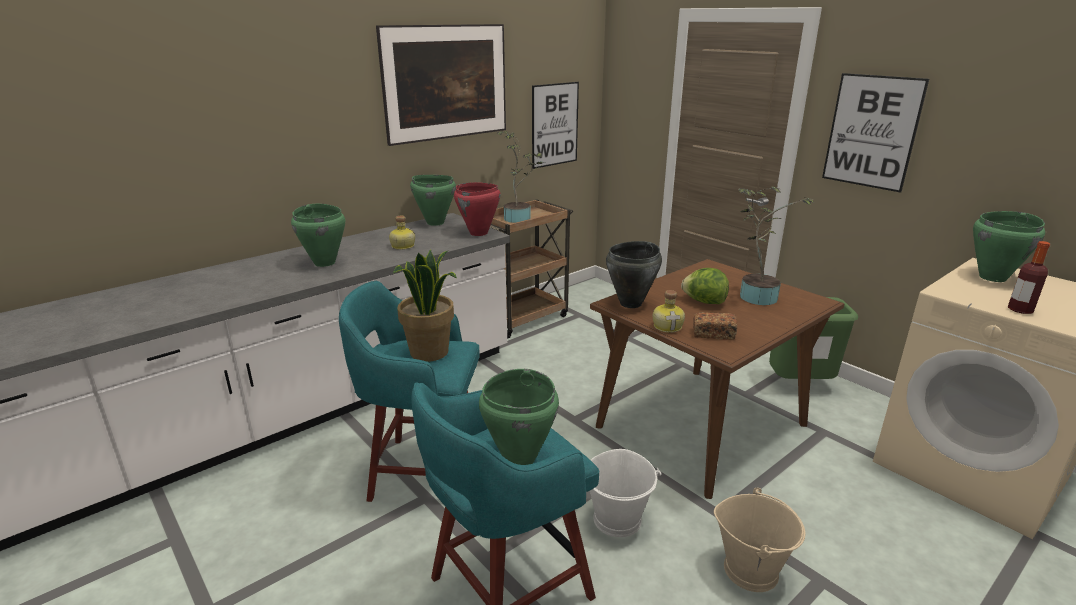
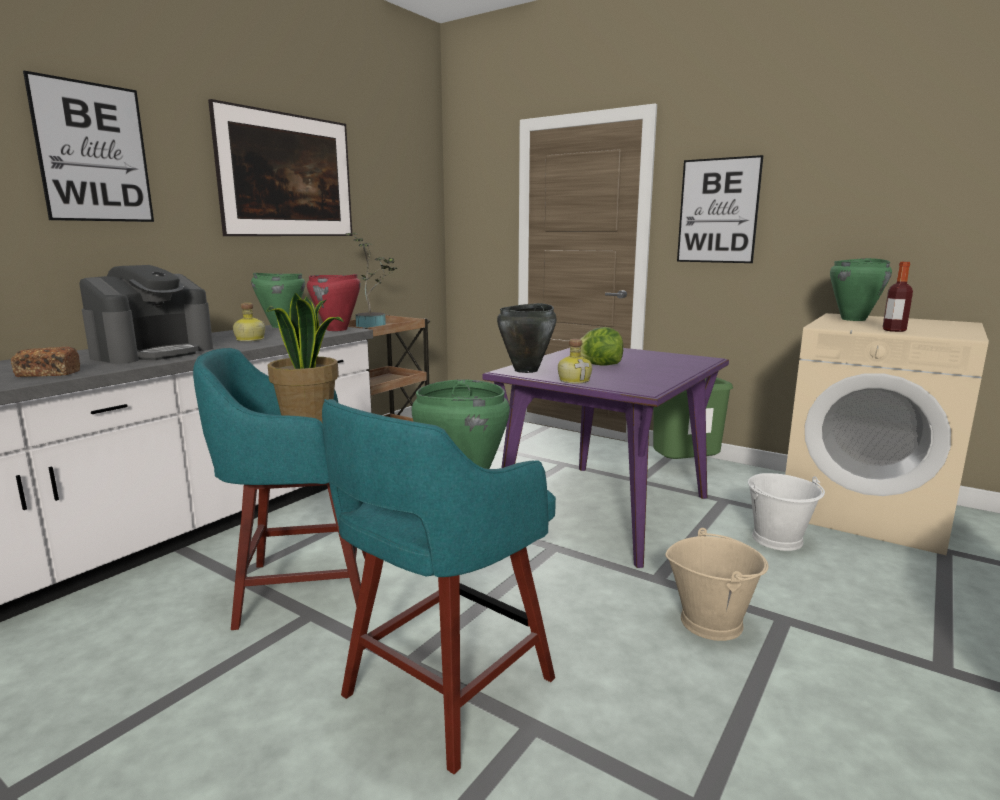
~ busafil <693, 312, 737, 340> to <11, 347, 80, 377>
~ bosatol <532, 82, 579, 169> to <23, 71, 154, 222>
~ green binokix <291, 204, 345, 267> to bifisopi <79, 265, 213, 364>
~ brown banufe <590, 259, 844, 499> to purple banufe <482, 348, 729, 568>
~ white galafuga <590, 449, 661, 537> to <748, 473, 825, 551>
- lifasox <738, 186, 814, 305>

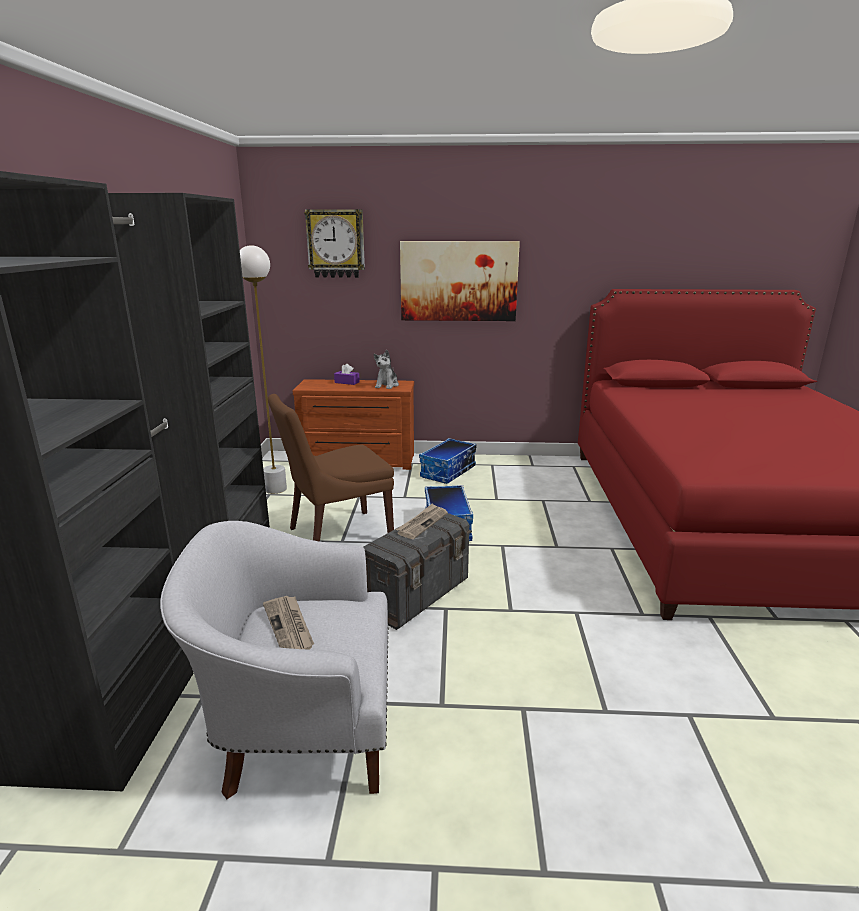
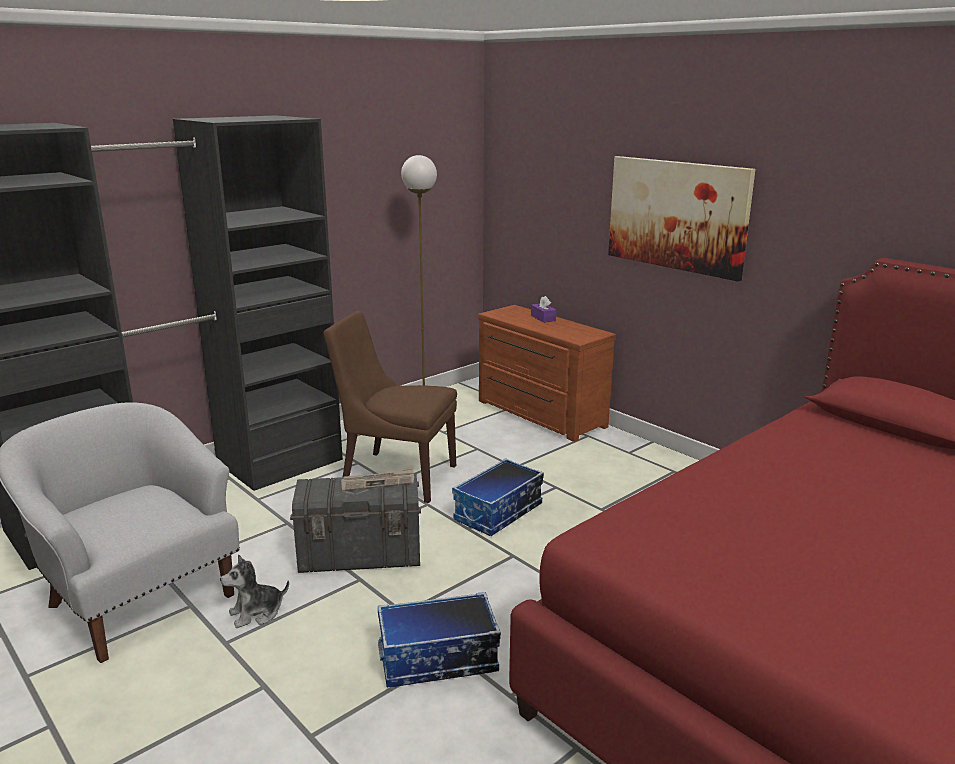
~ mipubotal <374, 350, 399, 389> to <220, 554, 289, 628>
~ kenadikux <419, 438, 476, 484> to <378, 592, 501, 688>
- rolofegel <263, 596, 314, 650>
- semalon <304, 209, 365, 278>

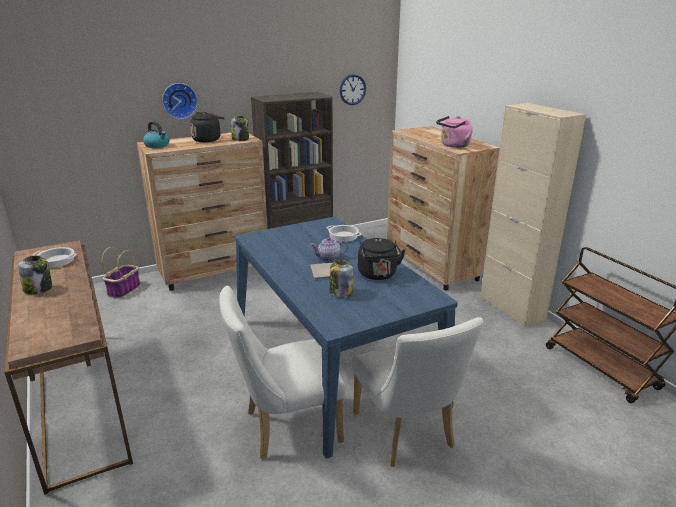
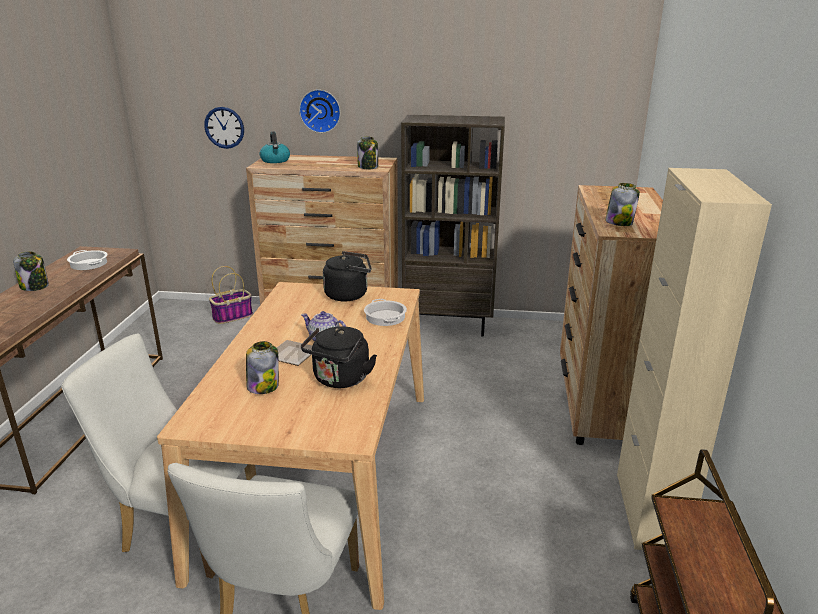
~ blue banufe <234, 217, 458, 458> to beige banufe <157, 282, 424, 610>
~ semalon <340, 74, 366, 105> to <204, 107, 244, 149>
~ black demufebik <190, 112, 225, 142> to <323, 251, 371, 301>
~ pink demufebik <436, 116, 473, 148> to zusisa <605, 183, 640, 226>

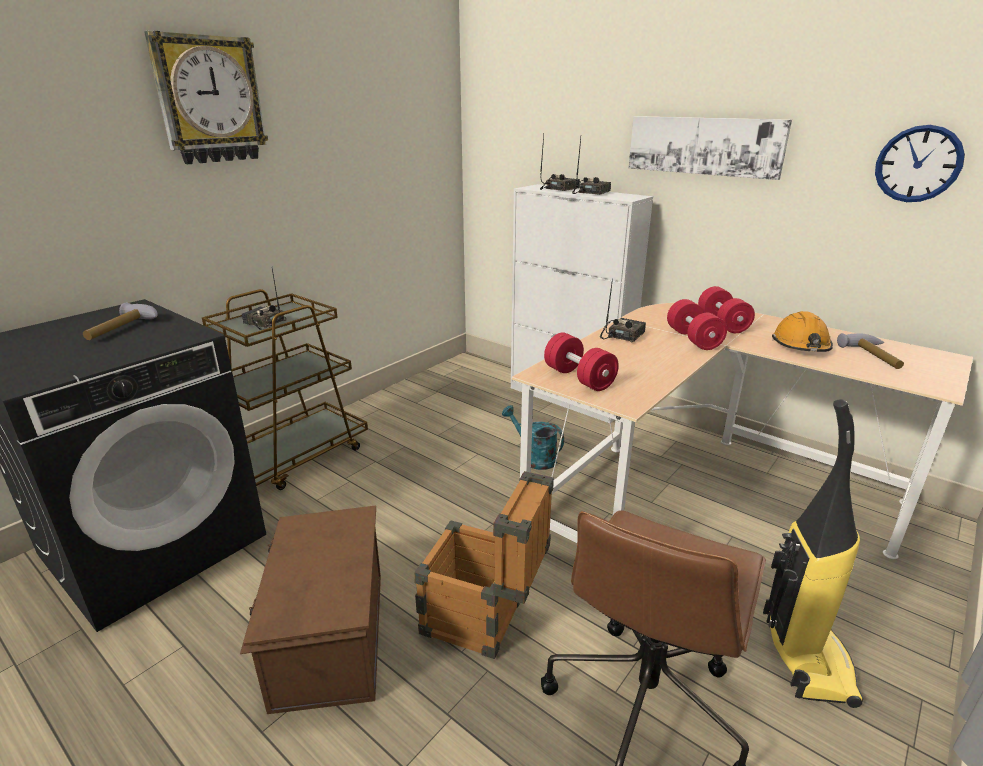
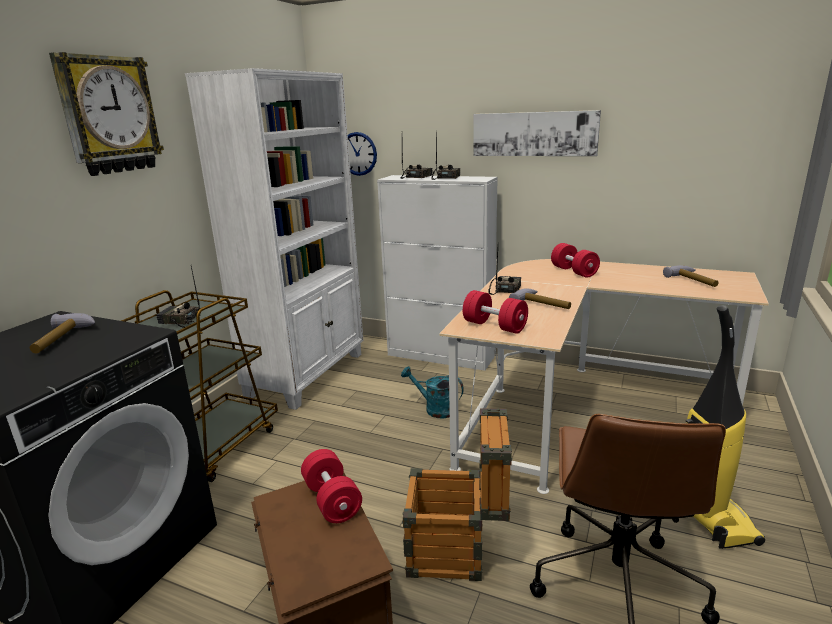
+ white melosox <185, 68, 363, 410>
~ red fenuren <667, 299, 727, 350> to <301, 449, 362, 523>
~ semalon <875, 125, 965, 202> to <348, 132, 377, 176>
+ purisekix <509, 288, 571, 309>
- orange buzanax <772, 311, 833, 352>

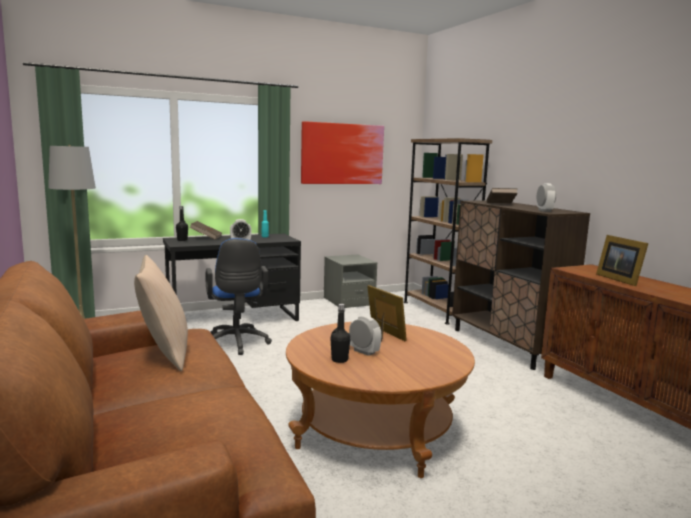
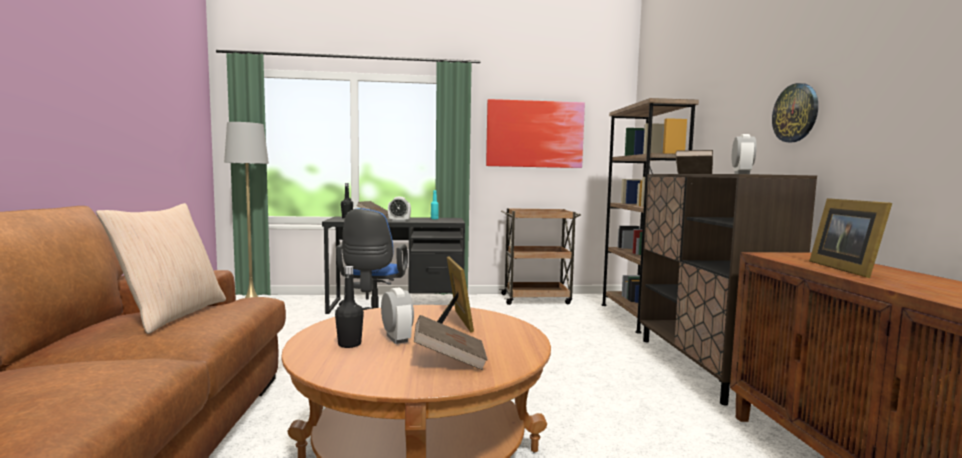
+ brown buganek <414, 315, 488, 370>
~ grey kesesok <324, 255, 378, 308> to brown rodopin <499, 208, 581, 305>
+ semalon <772, 83, 818, 142>

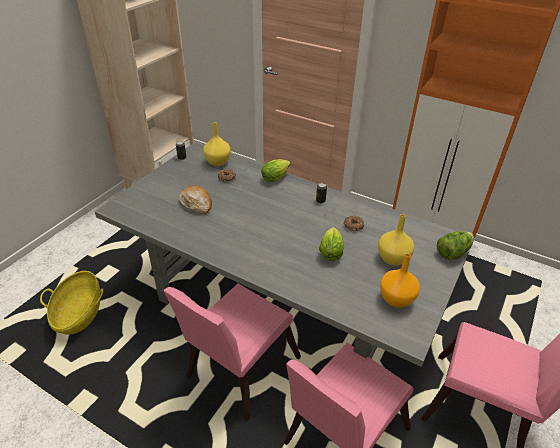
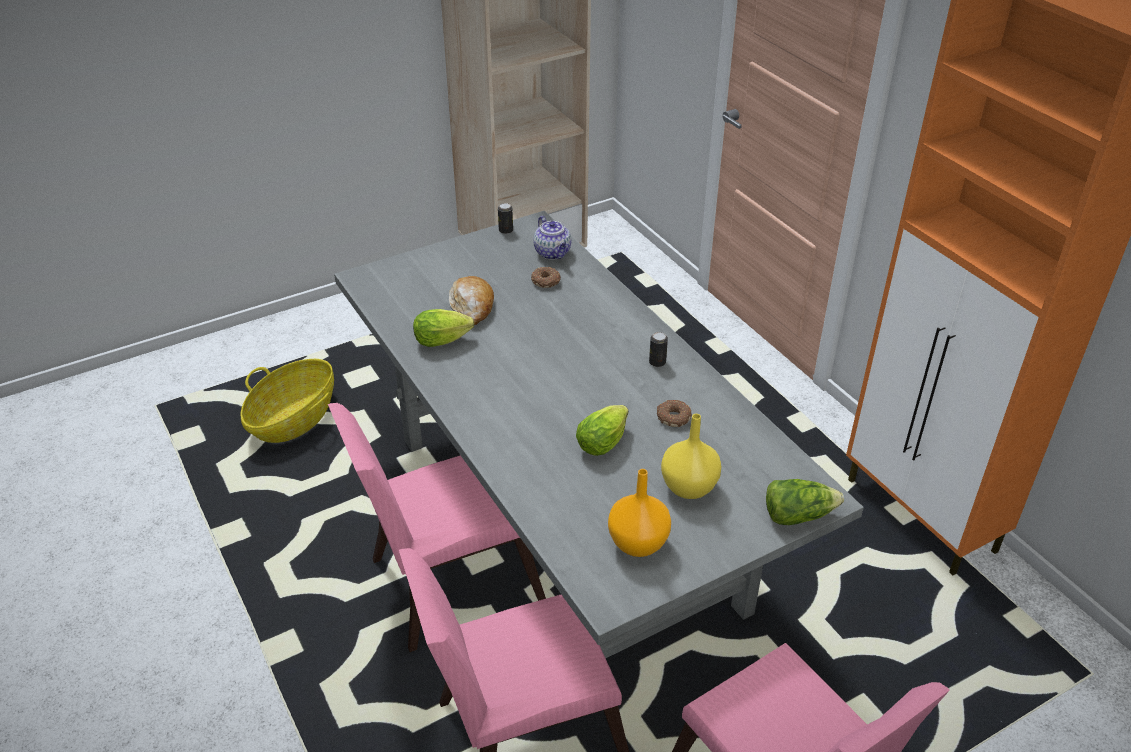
~ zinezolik <261, 159, 291, 182> to <413, 309, 474, 347>
~ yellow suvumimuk <203, 122, 231, 166> to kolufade <533, 216, 571, 260>

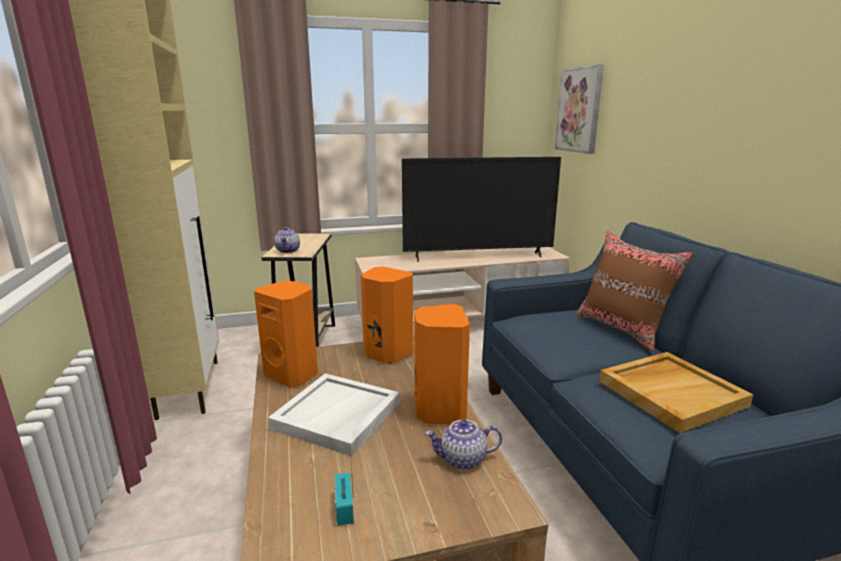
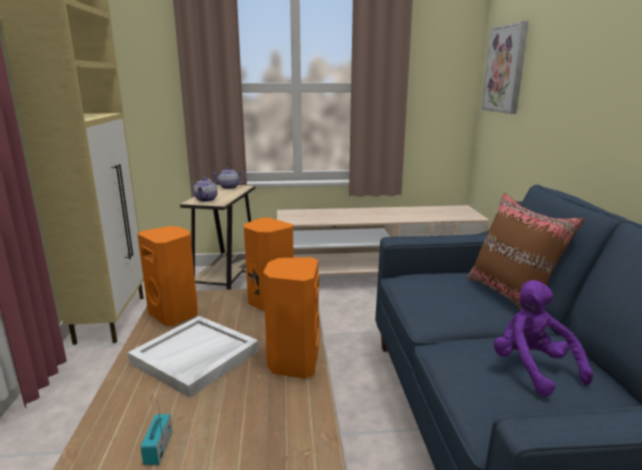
~ kolufade <425, 419, 502, 470> to <211, 167, 246, 189>
~ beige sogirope <599, 352, 754, 433> to purple mipubotal <494, 280, 593, 397>
- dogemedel <402, 157, 561, 262>

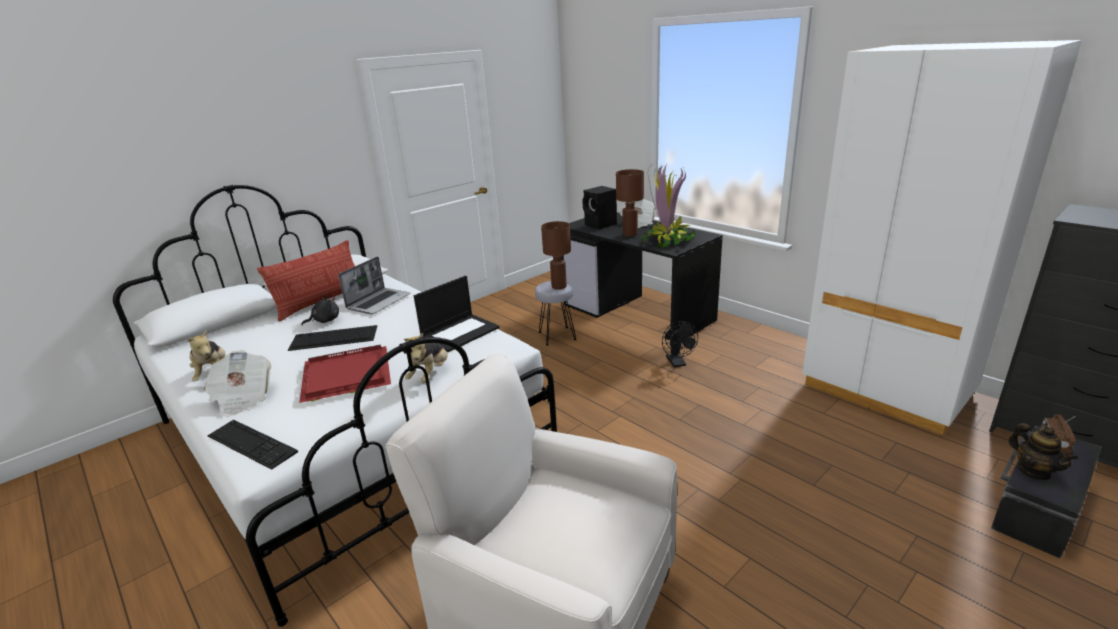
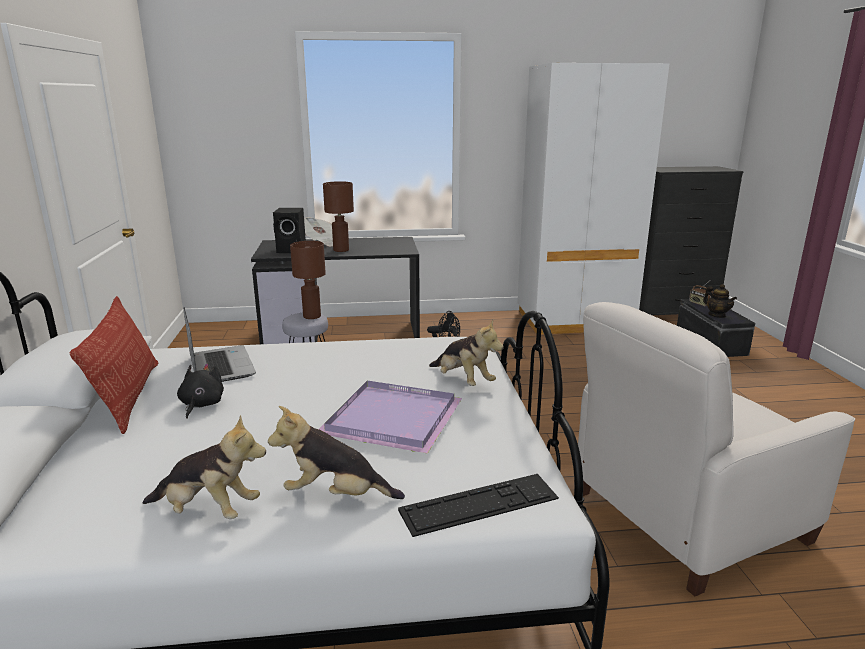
~ rolofegel <204, 350, 272, 417> to mipubotal <268, 406, 405, 499>
~ red sogirope <299, 344, 391, 403> to purple sogirope <319, 381, 462, 454>
~ kolufade <1009, 423, 1078, 480> = <703, 284, 737, 318> 45 degrees clockwise
- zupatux <288, 325, 377, 351>
- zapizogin <414, 276, 500, 352>
- lifasox <640, 165, 696, 248>

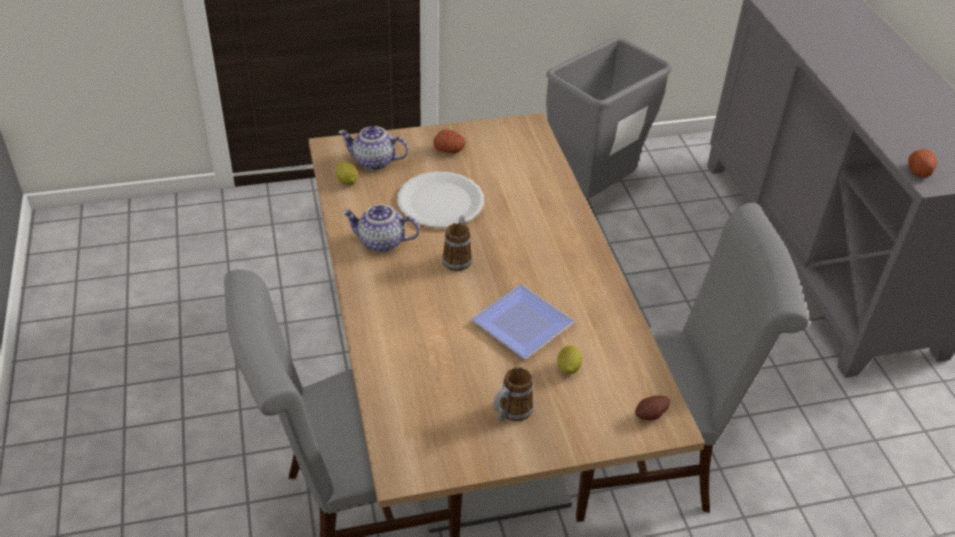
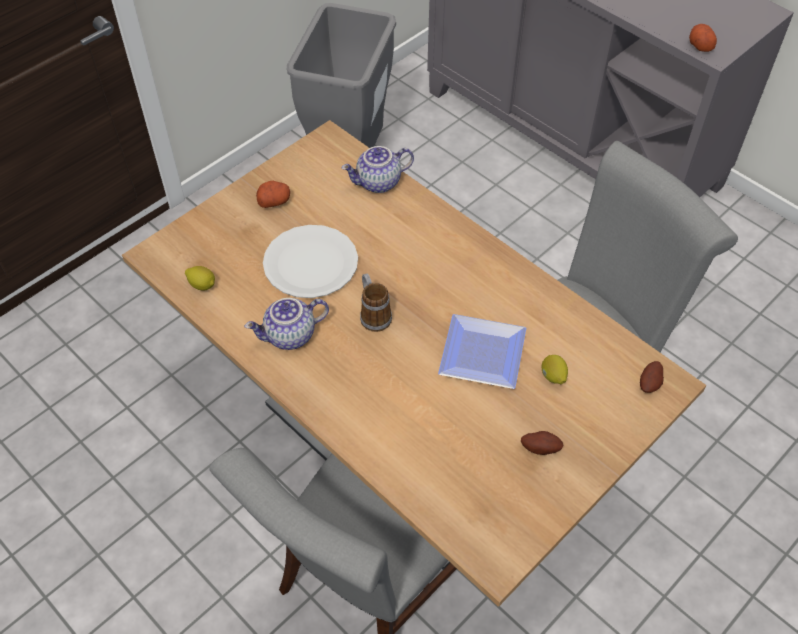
~ kolufade <338, 126, 408, 170> to <341, 146, 414, 193>
~ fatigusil <494, 367, 533, 421> to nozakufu <521, 431, 563, 455>

